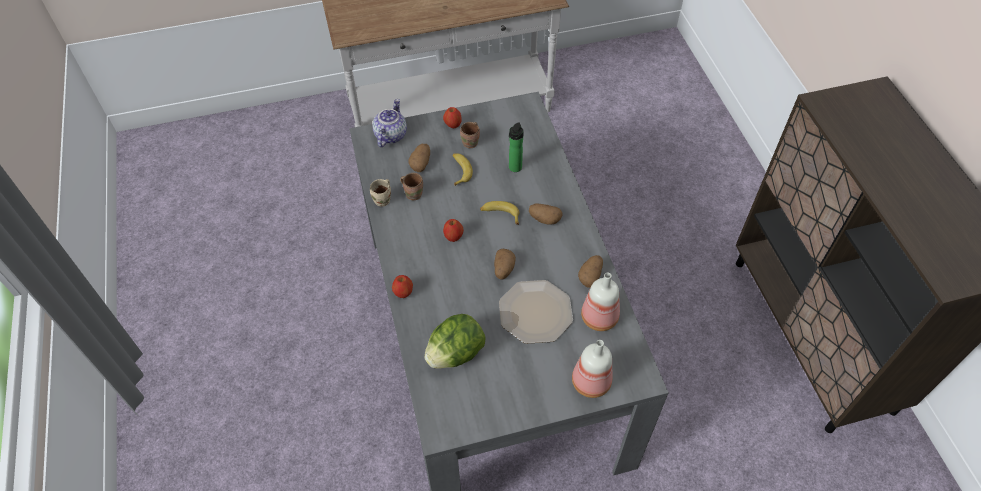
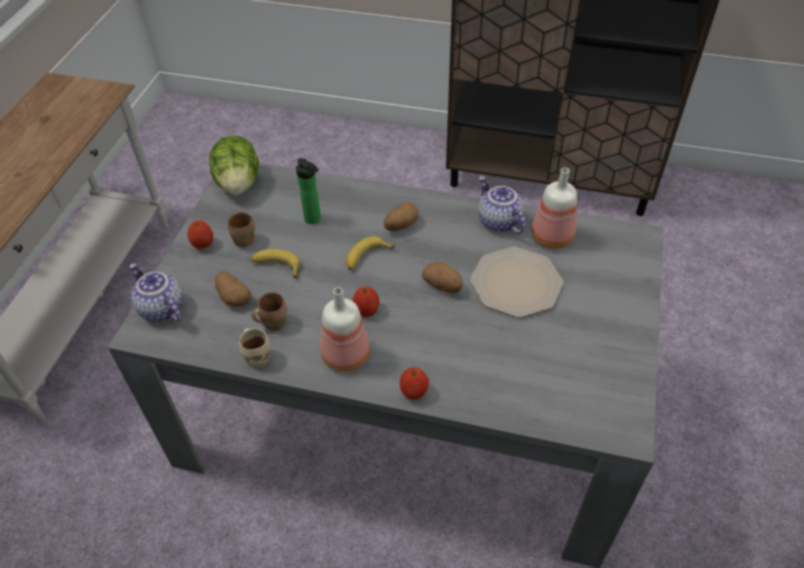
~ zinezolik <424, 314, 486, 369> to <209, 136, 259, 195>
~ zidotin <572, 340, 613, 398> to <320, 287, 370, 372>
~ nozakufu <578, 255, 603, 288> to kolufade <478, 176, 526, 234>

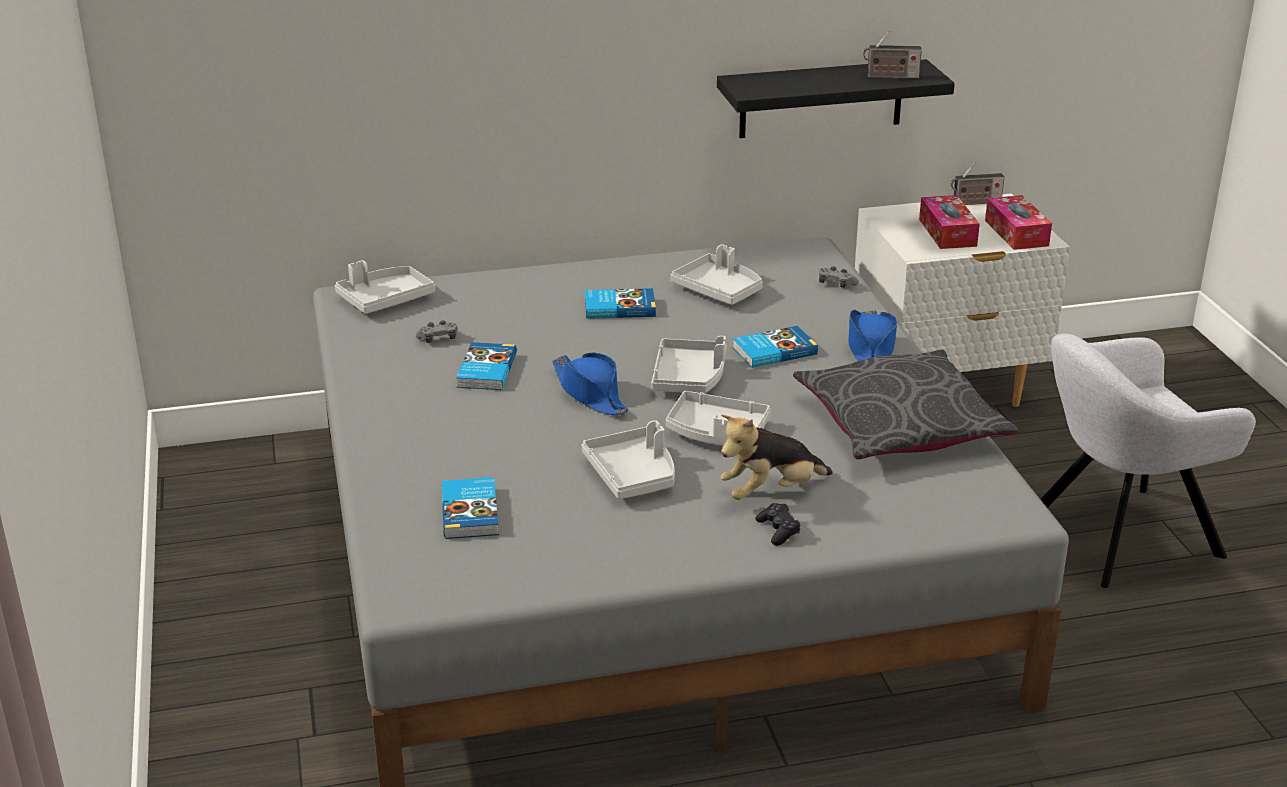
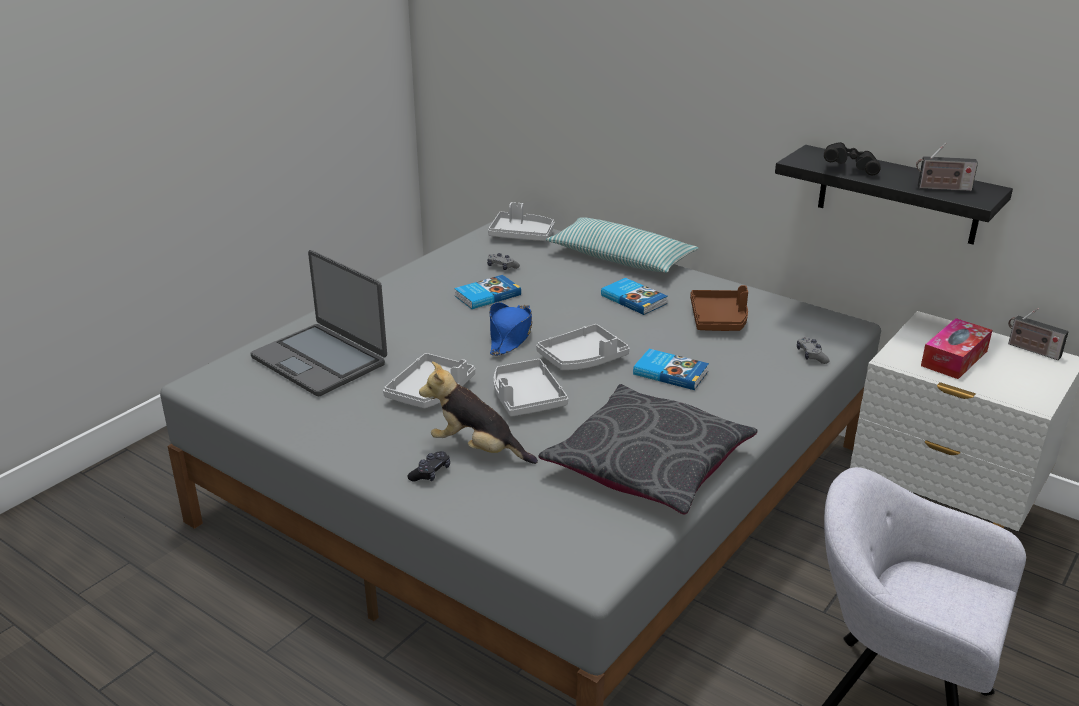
~ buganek <442, 477, 499, 539> to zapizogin <251, 250, 387, 397>
+ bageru <546, 217, 699, 273>
~ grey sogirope <671, 244, 763, 305> to brown sogirope <690, 285, 748, 331>
+ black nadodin <824, 142, 881, 175>
~ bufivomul <863, 31, 922, 79> = <916, 143, 978, 191> 45 degrees counterclockwise
- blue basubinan <848, 310, 897, 361>
- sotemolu <985, 195, 1052, 250>

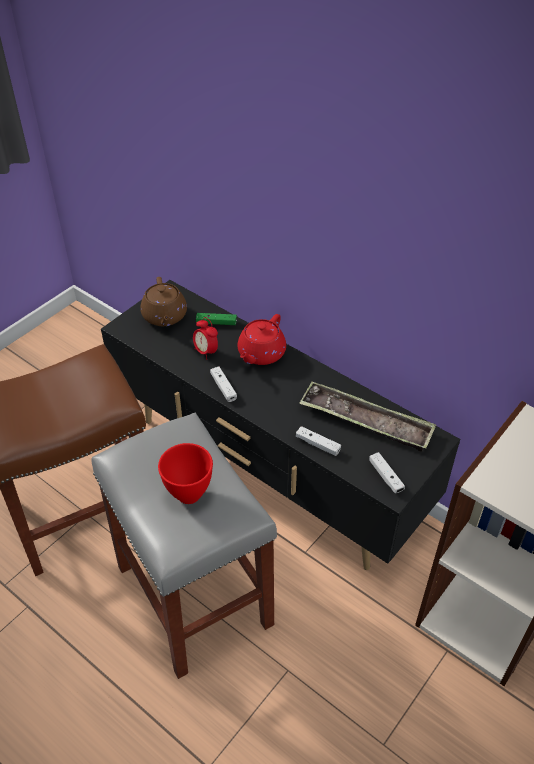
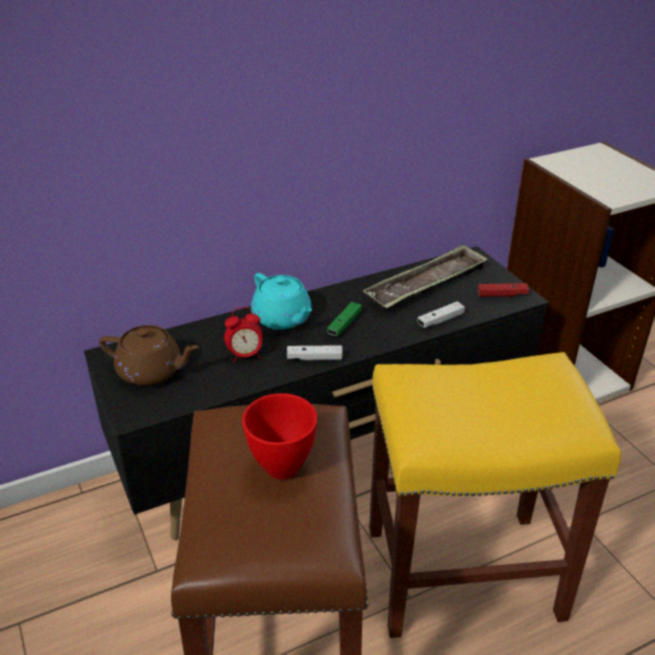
~ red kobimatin <158, 443, 213, 504> to <242, 393, 317, 479>
~ red kolufade <238, 314, 286, 365> to turquoise kolufade <251, 273, 312, 330>
~ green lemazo <196, 313, 237, 325> to <327, 302, 362, 336>
~ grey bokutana <92, 413, 277, 679> to yellow bokutana <369, 352, 621, 638>
~ white lemazo <369, 452, 405, 493> to red lemazo <478, 283, 529, 297>

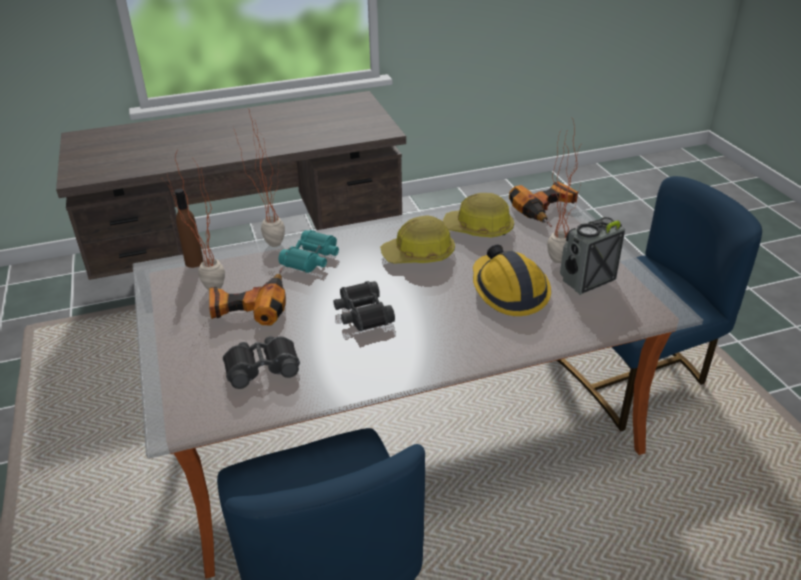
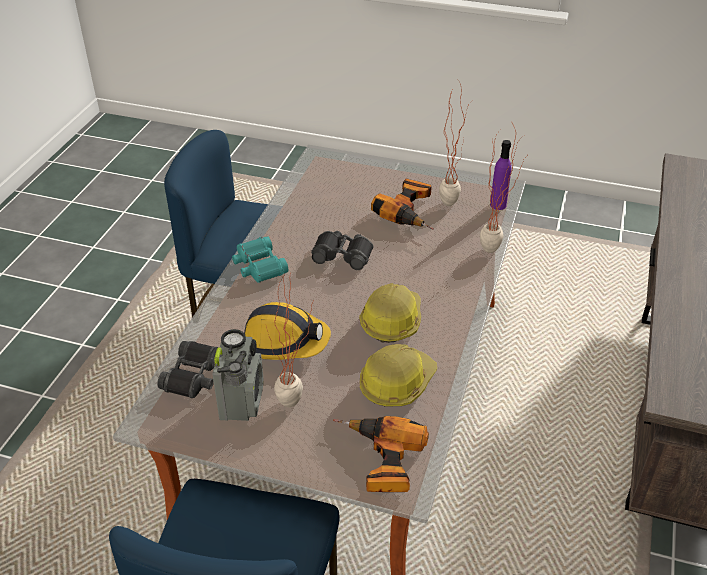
~ black nadodin <223, 336, 300, 389> to <158, 341, 218, 398>
~ turquoise nadodin <279, 230, 339, 273> to <232, 236, 288, 283>
~ brown zidotin <174, 189, 204, 268> to purple zidotin <490, 140, 511, 210>

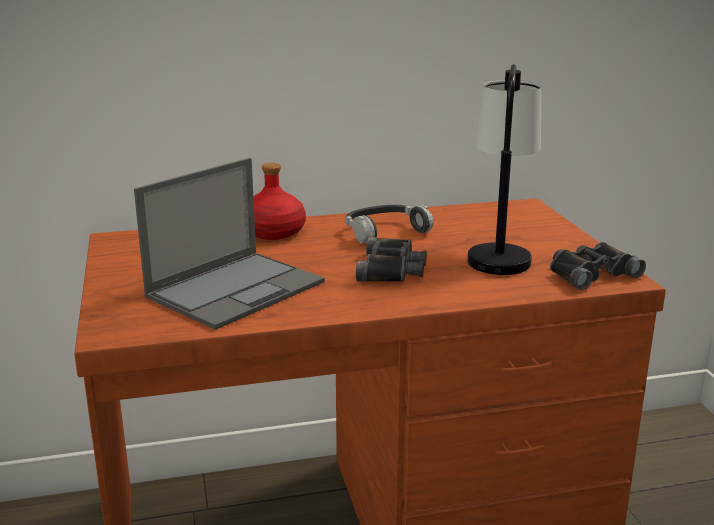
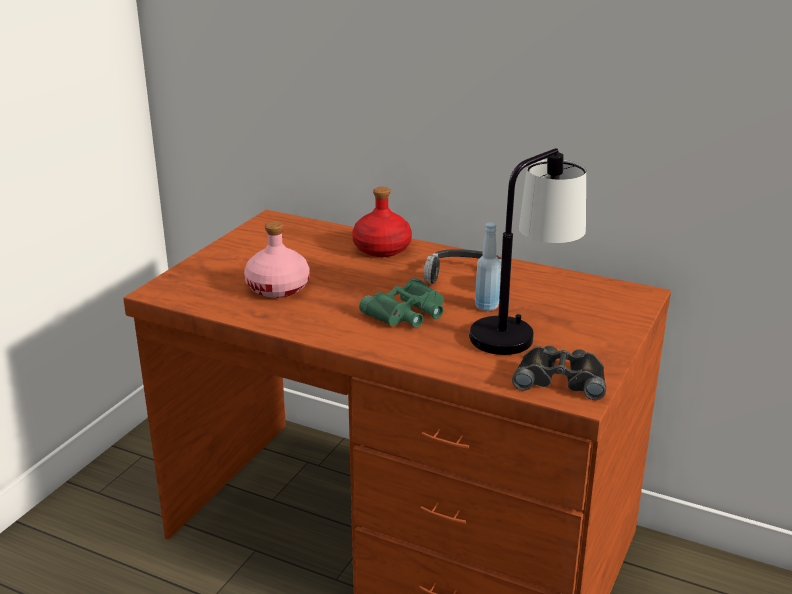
~ zapizogin <134, 158, 325, 330> to pink zidotin <244, 221, 309, 298>
~ black nadodin <356, 237, 427, 282> to green nadodin <359, 278, 444, 328>
+ blue zidotin <475, 222, 501, 311>

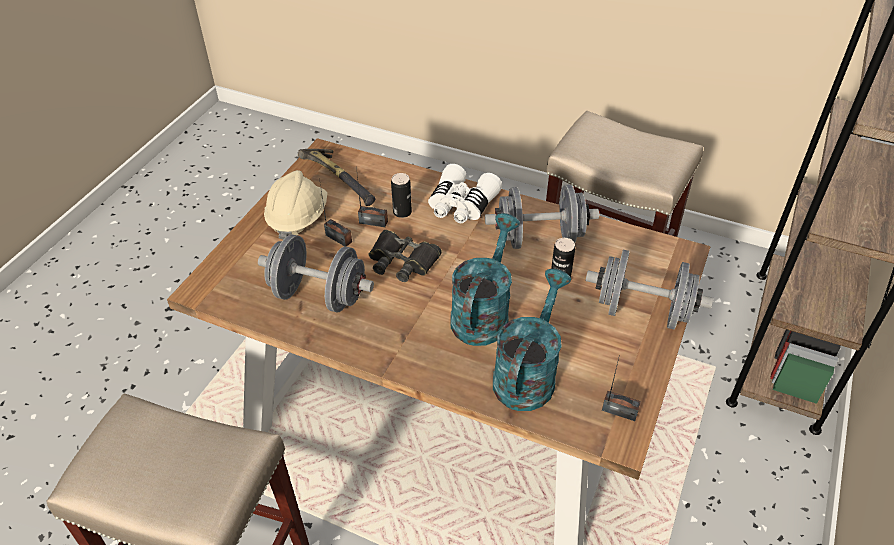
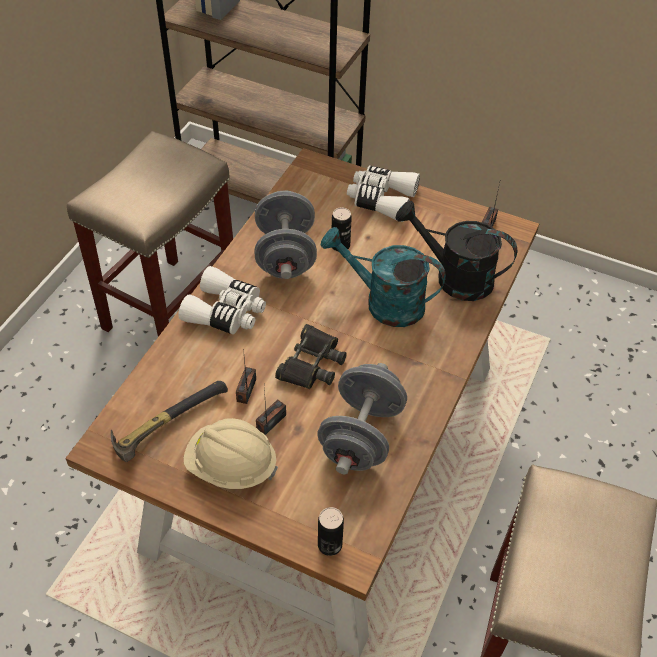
~ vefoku <391, 173, 412, 218> to <318, 507, 344, 556>
~ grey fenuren <586, 250, 714, 330> to white nadodin <347, 165, 420, 222>
~ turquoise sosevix <493, 269, 572, 411> to black sosevix <396, 201, 517, 301>

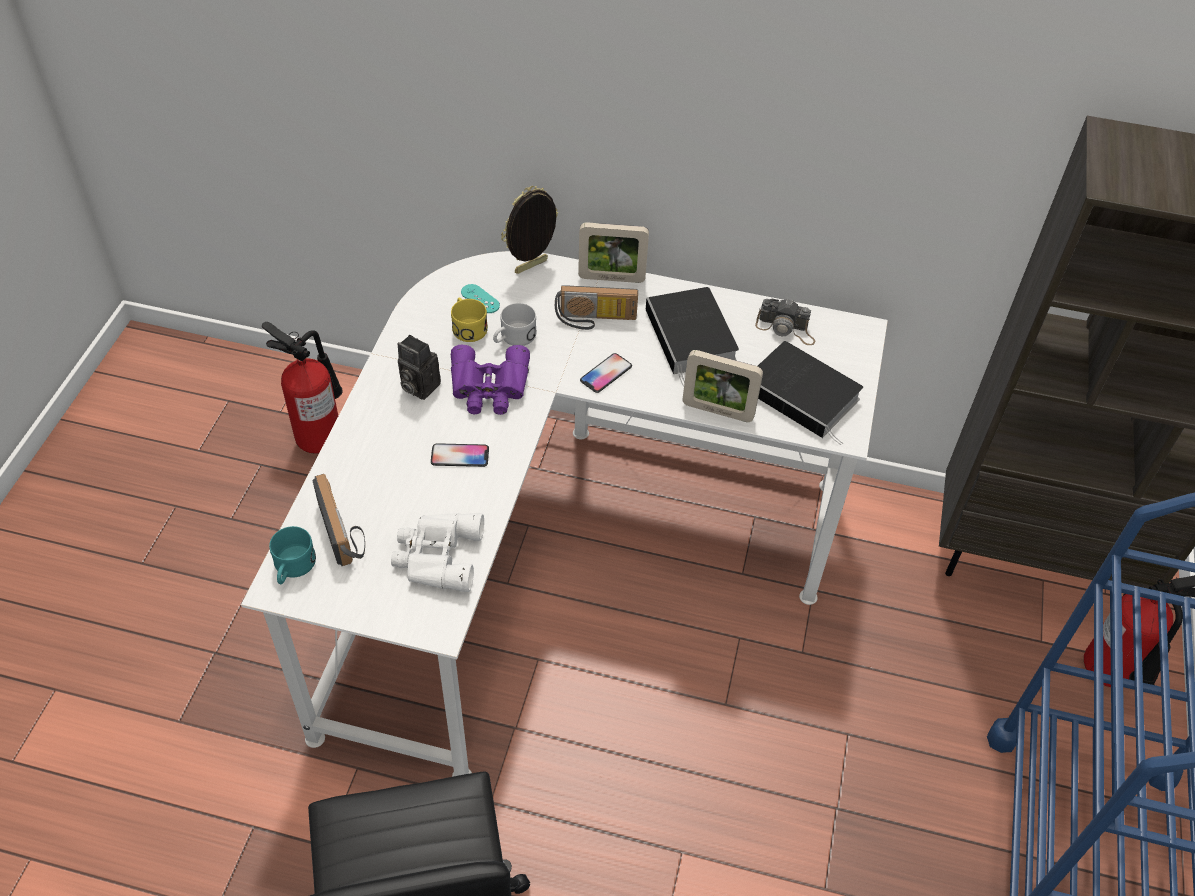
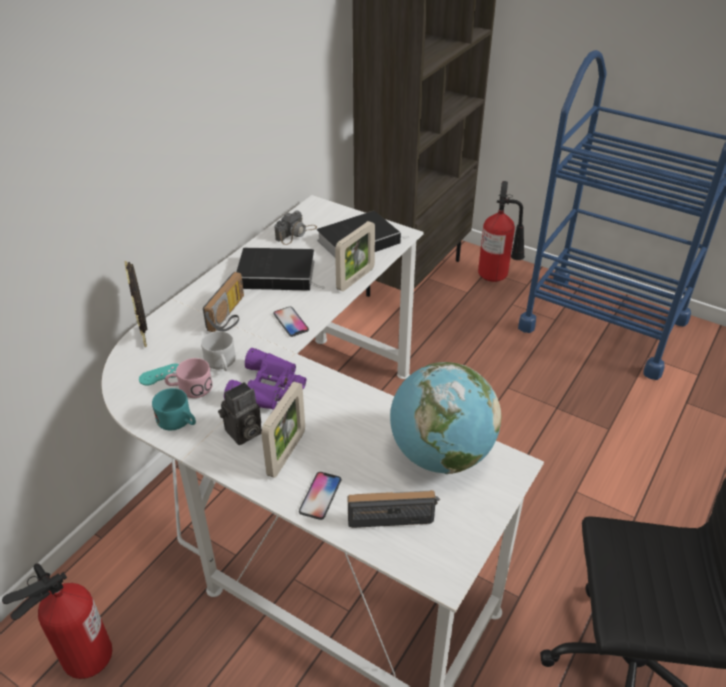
~ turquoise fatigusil <269, 526, 316, 584> to <152, 388, 196, 430>
~ yellow fatigusil <451, 298, 488, 342> to pink fatigusil <165, 358, 213, 398>
~ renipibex <578, 222, 649, 283> to <261, 382, 305, 478>
~ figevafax <431, 443, 489, 467> to <299, 472, 341, 520>
~ white nadodin <391, 513, 484, 592> to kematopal <390, 362, 501, 474>

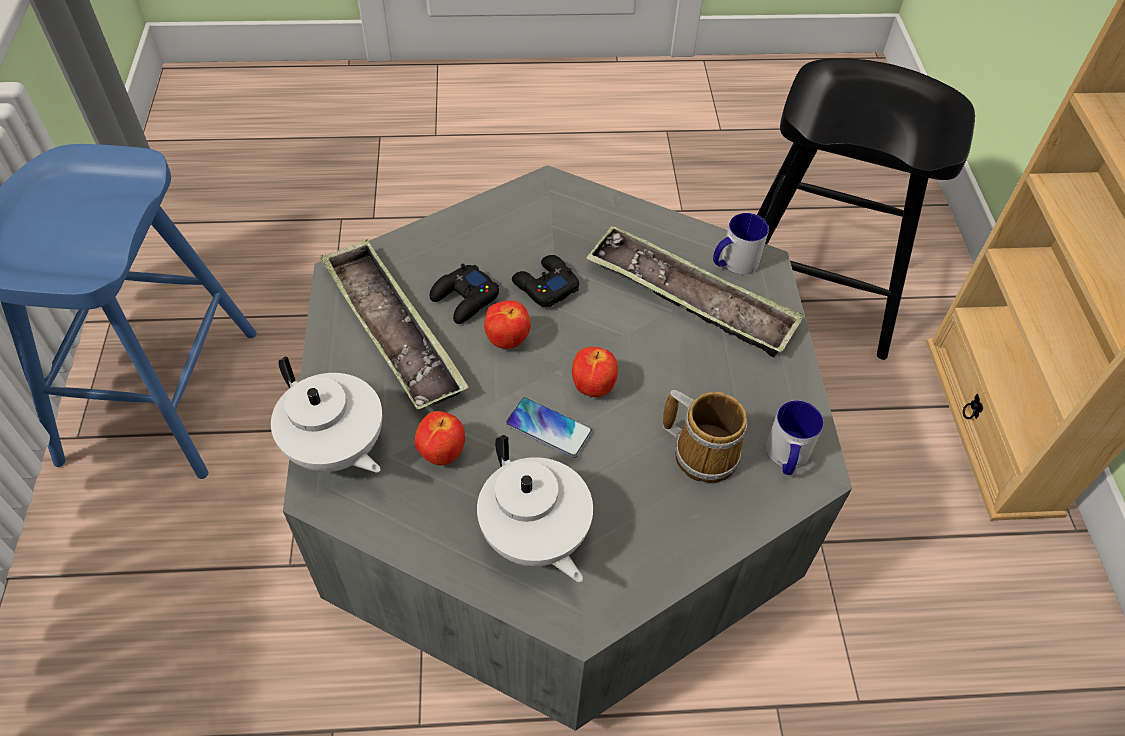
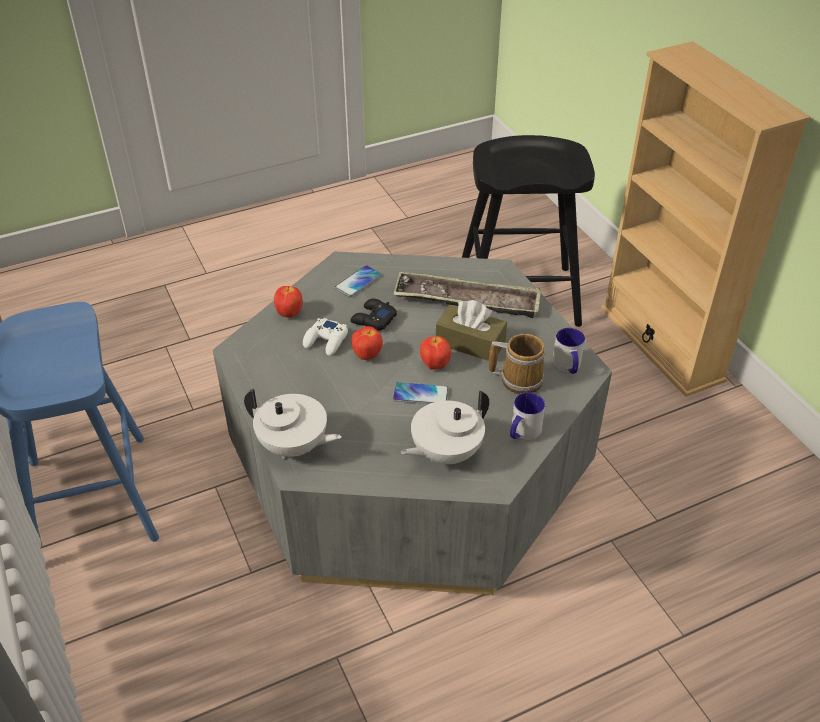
~ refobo <415, 411, 465, 466> to <274, 286, 303, 318>
~ black lemazo <429, 264, 499, 324> to white lemazo <303, 318, 348, 356>
+ figevafax <335, 265, 382, 297>
~ white kolufade <477, 435, 593, 582> = <401, 391, 489, 464> 105 degrees clockwise
+ brown sotemolu <436, 300, 507, 361>
~ fatigusil <713, 213, 769, 274> to <510, 392, 545, 440>
- sogirope <320, 239, 469, 409>

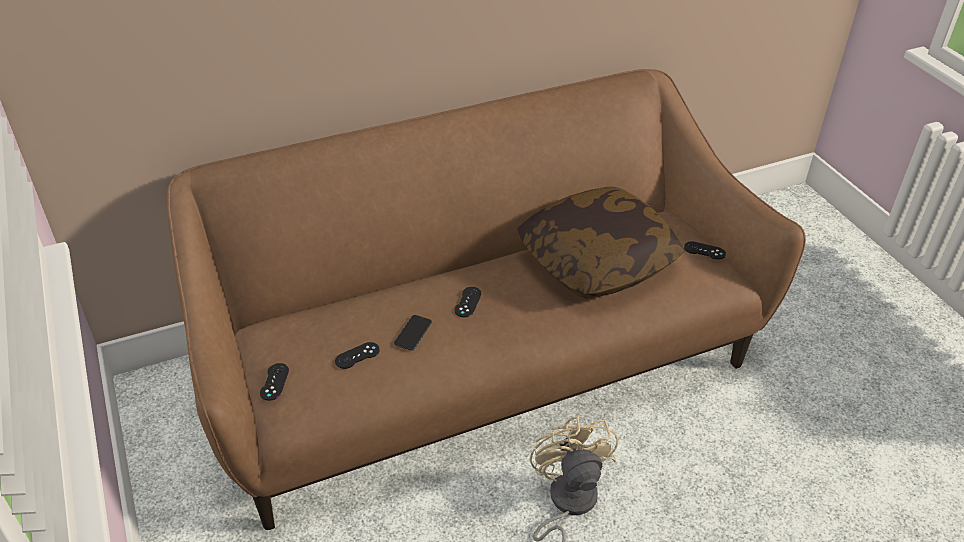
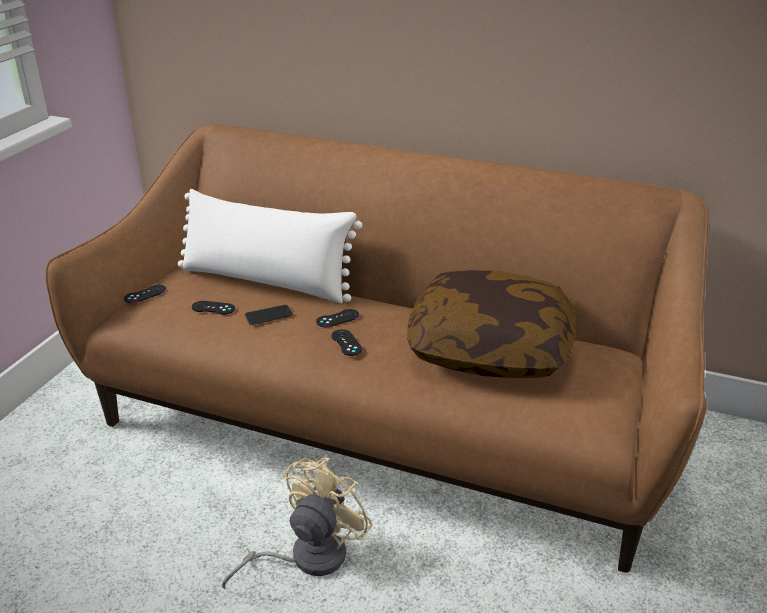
+ white bageru <178, 189, 362, 304>
~ black lemazo <684, 241, 726, 260> to <331, 329, 363, 356>

